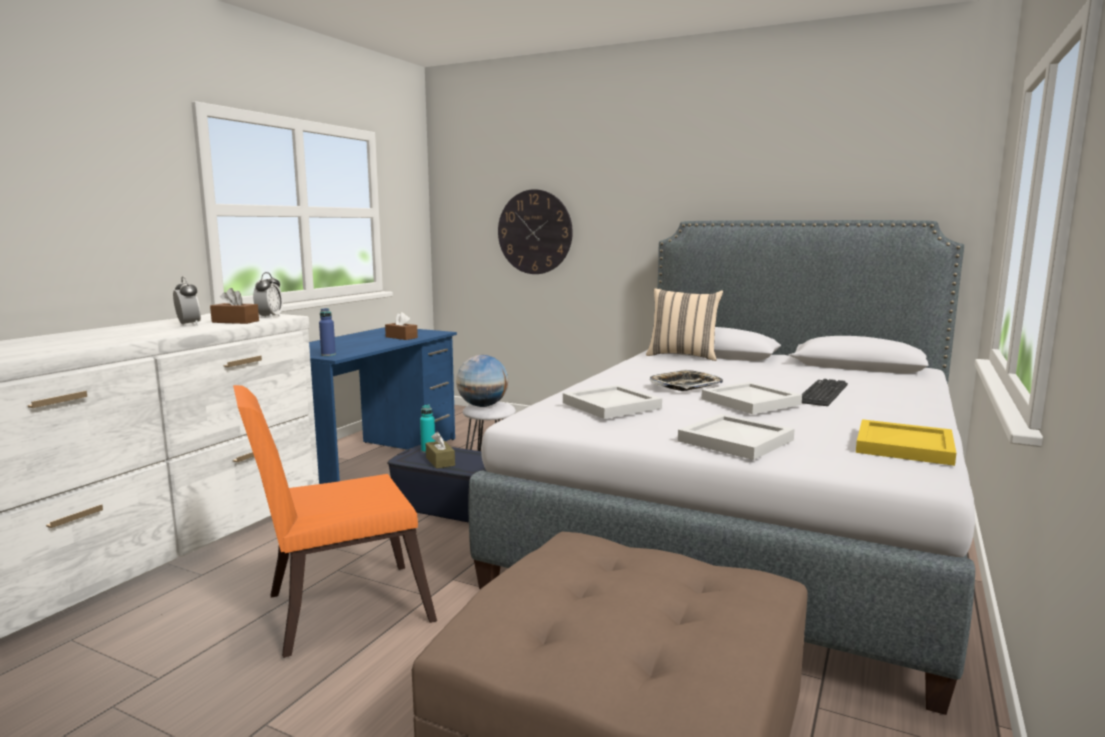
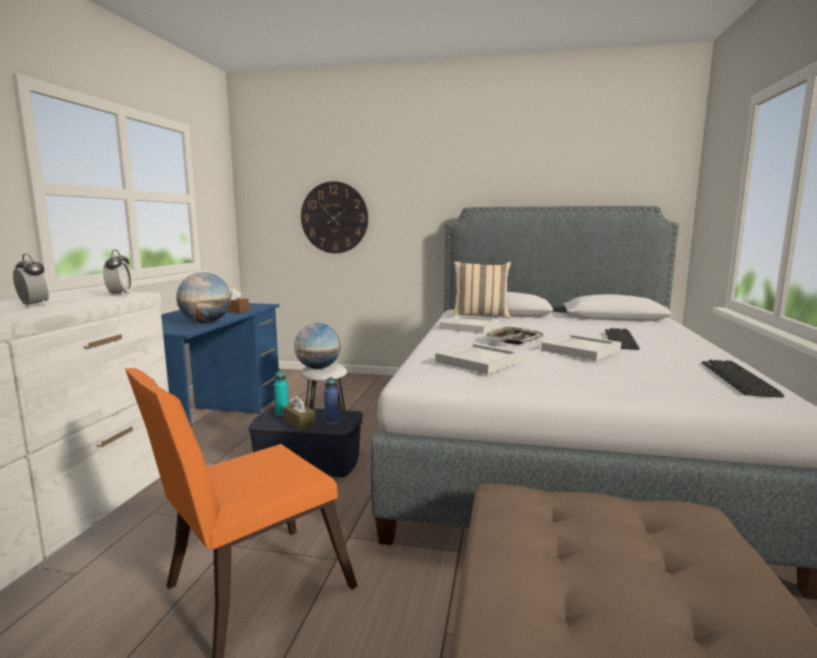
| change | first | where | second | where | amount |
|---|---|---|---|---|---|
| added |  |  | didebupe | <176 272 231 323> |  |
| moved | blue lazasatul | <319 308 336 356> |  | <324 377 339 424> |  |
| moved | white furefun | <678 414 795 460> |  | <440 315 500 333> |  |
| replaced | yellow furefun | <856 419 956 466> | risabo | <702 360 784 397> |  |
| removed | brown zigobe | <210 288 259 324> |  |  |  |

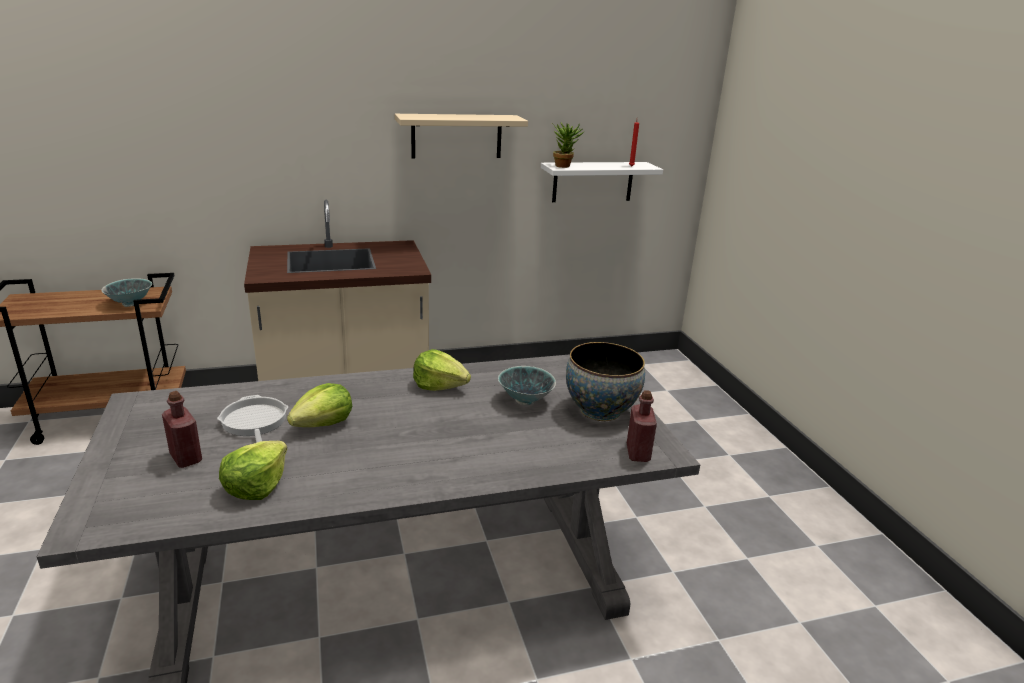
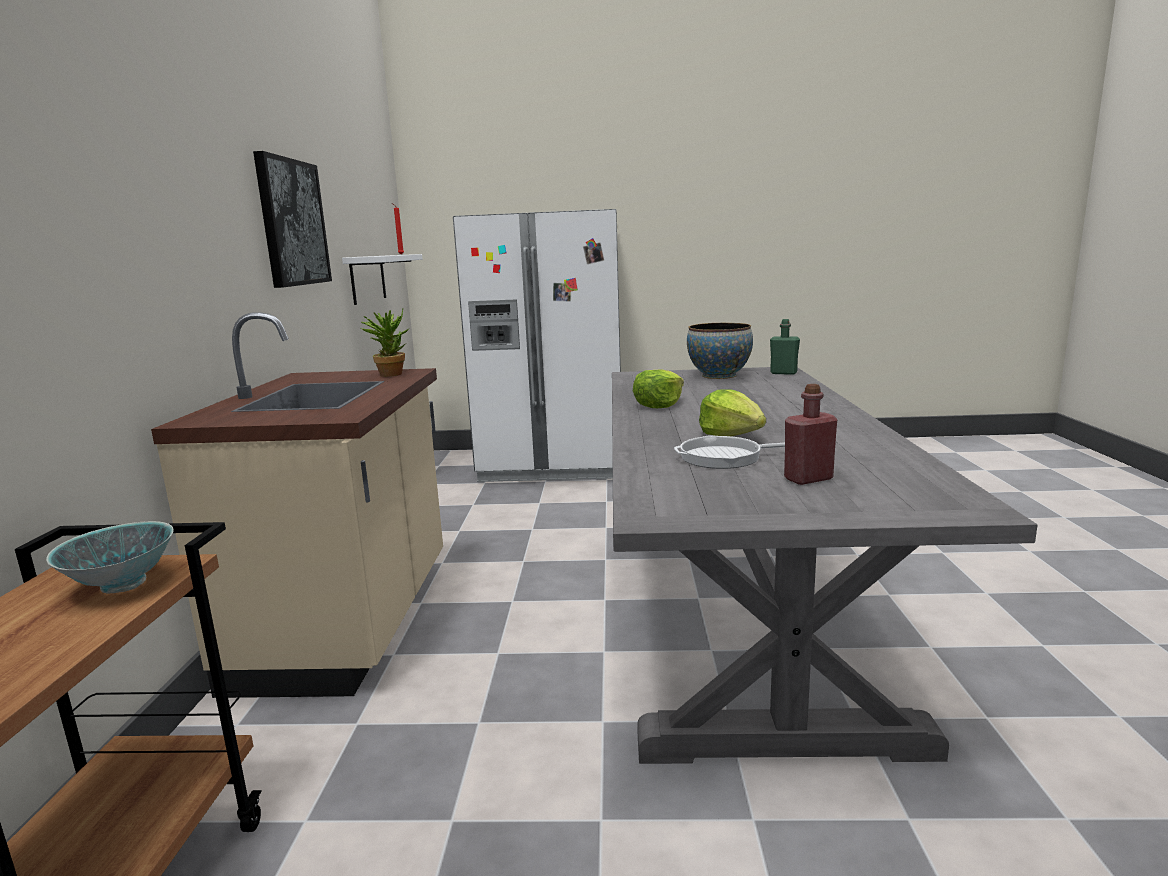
| change | first | where | second | where | amount |
|---|---|---|---|---|---|
| replaced | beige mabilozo | <395 114 528 158> | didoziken | <253 151 332 288> |  |
| moved | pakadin | <552 122 585 168> |  | <360 308 409 377> |  |
| added |  |  | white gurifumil | <453 209 621 482> |  |
| recoloured | red lazasatul | <627 390 657 462> | green lazasatul | <770 319 800 375> |  |
| removed | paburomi | <219 441 287 500> |  |  |  |
| removed | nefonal | <498 366 556 405> |  |  |  |

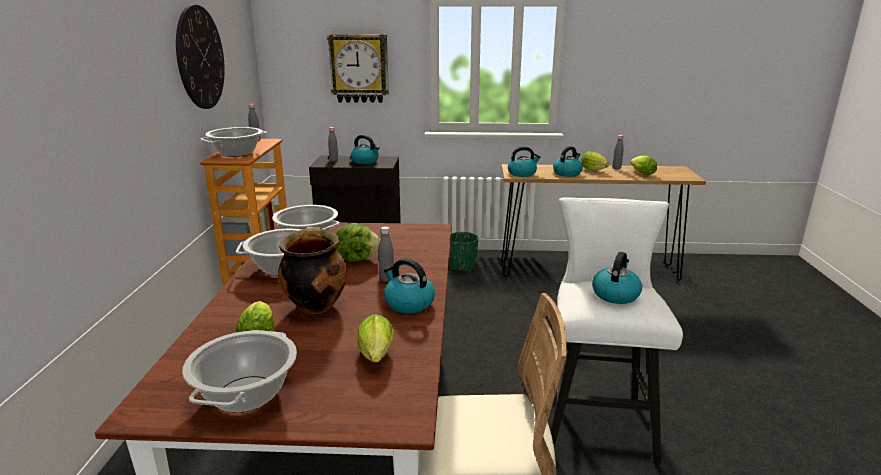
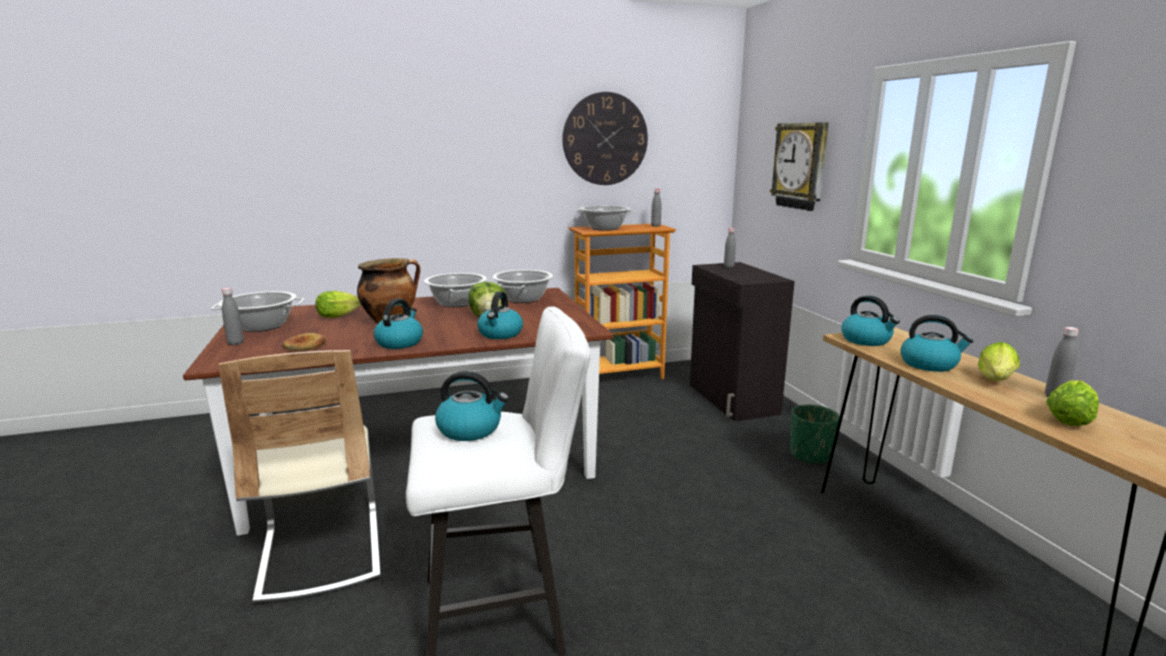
| change | first | where | second | where | amount |
|---|---|---|---|---|---|
| moved | grey lazasatul | <378 227 394 282> |  | <222 288 244 345> |  |
| replaced | paburomi | <358 314 394 362> | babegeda | <283 333 326 351> |  |
| moved | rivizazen | <351 135 380 164> |  | <477 291 523 339> |  |

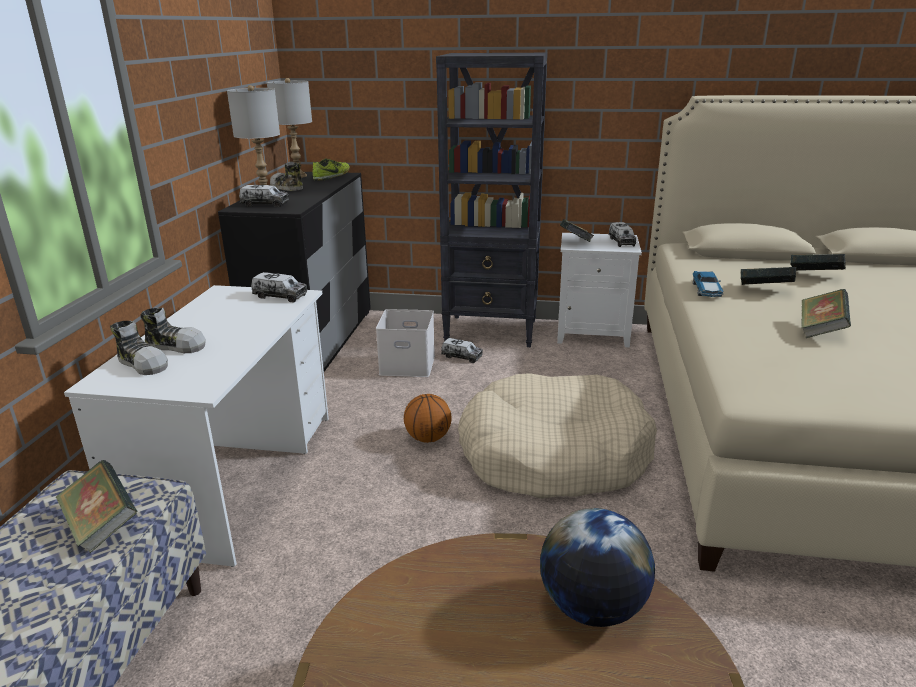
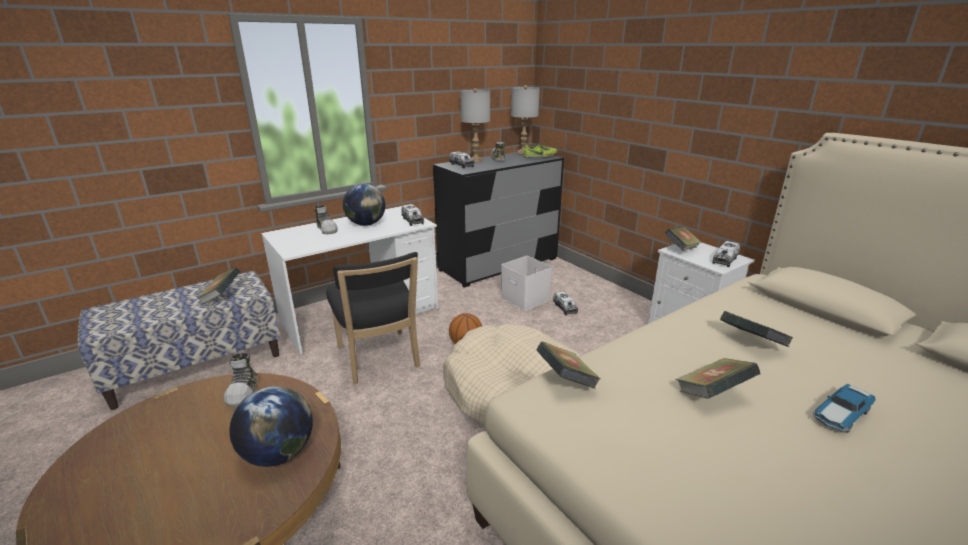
| change | first | where | second | where | amount |
|---|---|---|---|---|---|
| moved | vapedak | <110 321 168 375> |  | <224 353 258 408> |  |
| added |  |  | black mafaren | <326 252 420 384> |  |
| added |  |  | didebupe | <343 184 385 226> |  |
| moved | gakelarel | <790 254 846 271> |  | <536 342 600 389> |  |
| moved | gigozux | <693 271 724 297> |  | <813 384 876 433> |  |
| removed | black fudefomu | <436 53 547 347> |  |  |  |

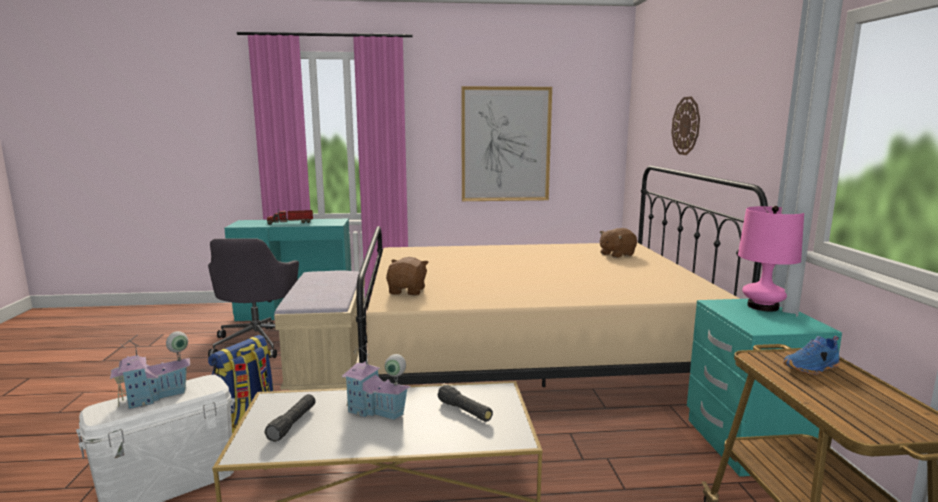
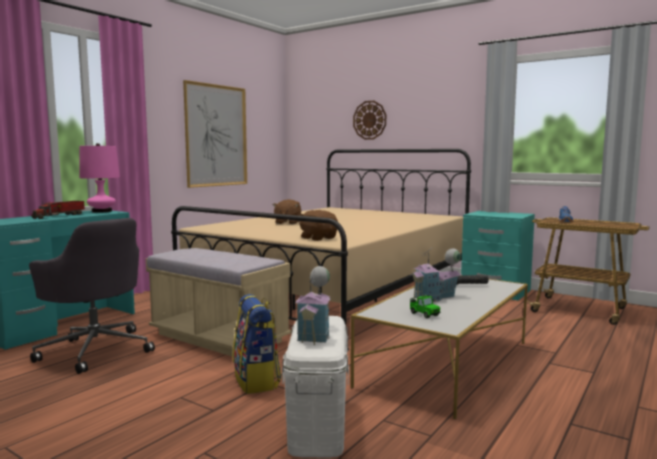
| change | first | where | second | where | amount |
|---|---|---|---|---|---|
| moved | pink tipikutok | <738 206 804 312> |  | <79 143 120 213> |  |
| moved | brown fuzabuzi | <600 228 637 258> |  | <273 199 301 224> |  |
| replaced | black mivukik | <264 394 316 442> | gigozux | <410 295 440 318> |  |

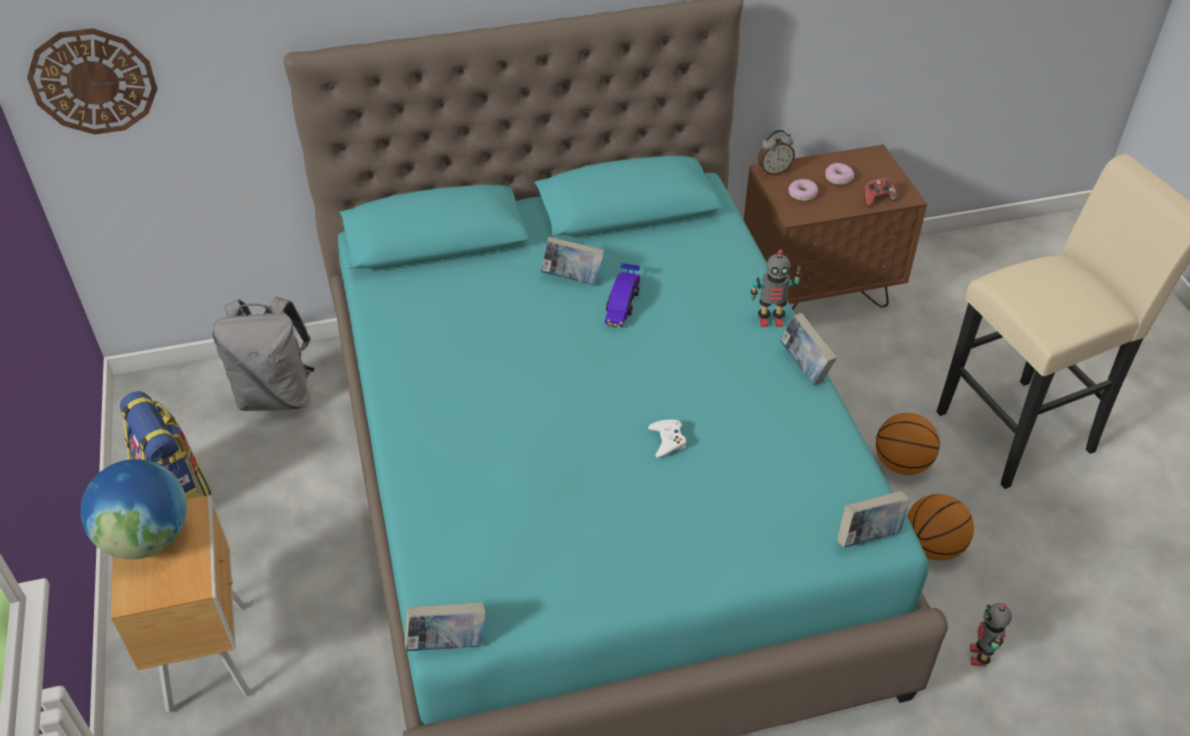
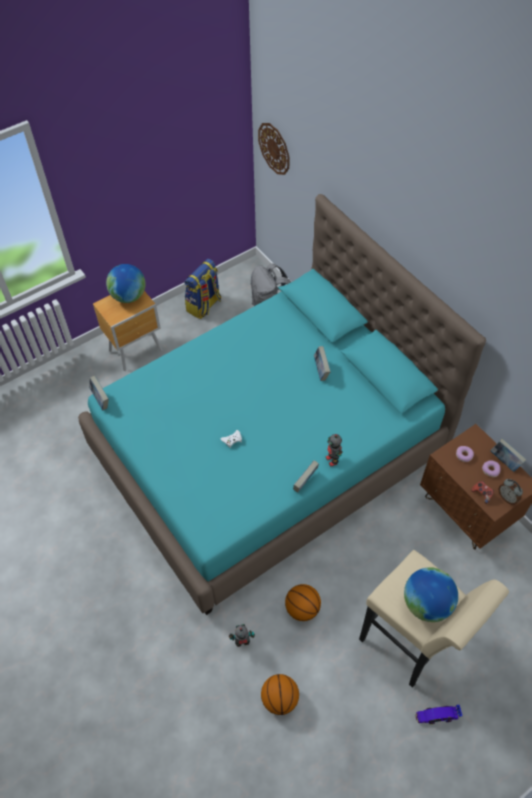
| change | first | where | second | where | amount |
|---|---|---|---|---|---|
| moved | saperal | <876 413 940 475> |  | <261 674 299 715> |  |
| added |  |  | didebupe | <404 567 458 622> |  |
| moved | gigozux | <605 263 640 328> |  | <415 705 462 724> |  |
| moved | gakelarel | <837 491 910 548> |  | <490 438 526 472> |  |
| moved | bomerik | <758 130 795 175> |  | <499 479 523 505> |  |

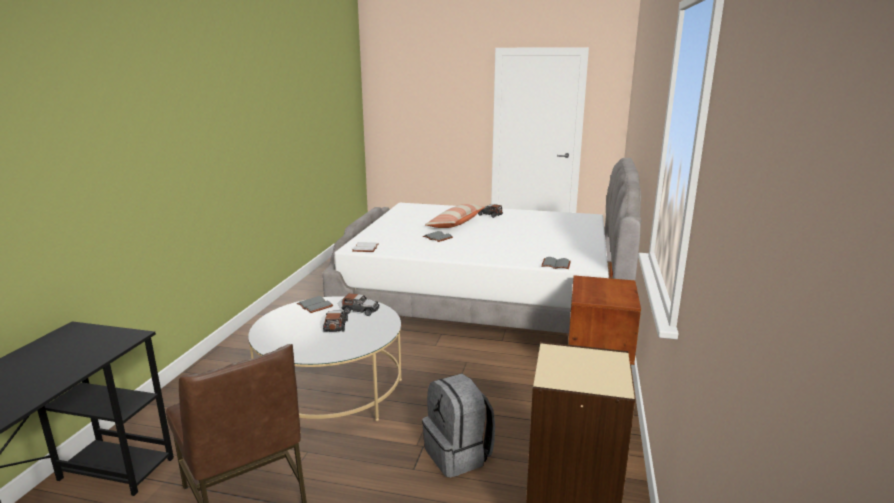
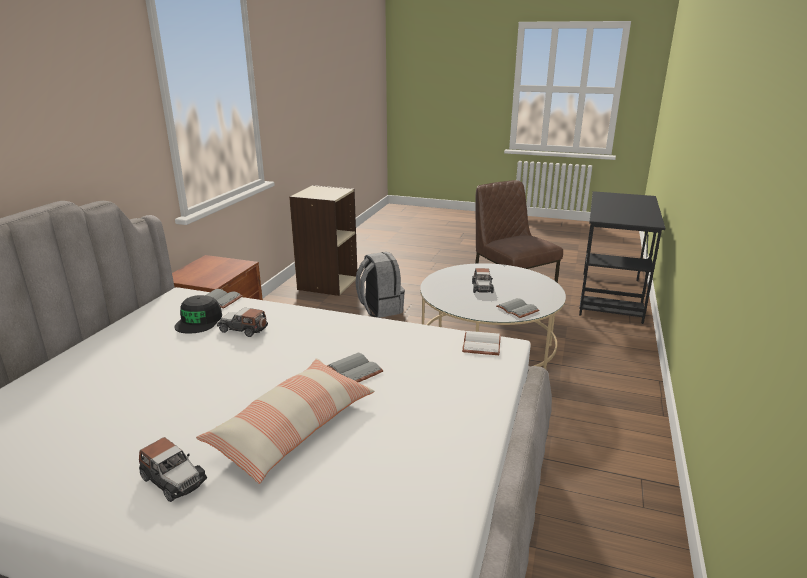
| change | first | where | second | where | amount |
|---|---|---|---|---|---|
| added |  |  | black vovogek | <174 295 222 334> |  |
| moved | gigozux | <342 293 380 316> |  | <217 308 268 337> |  |

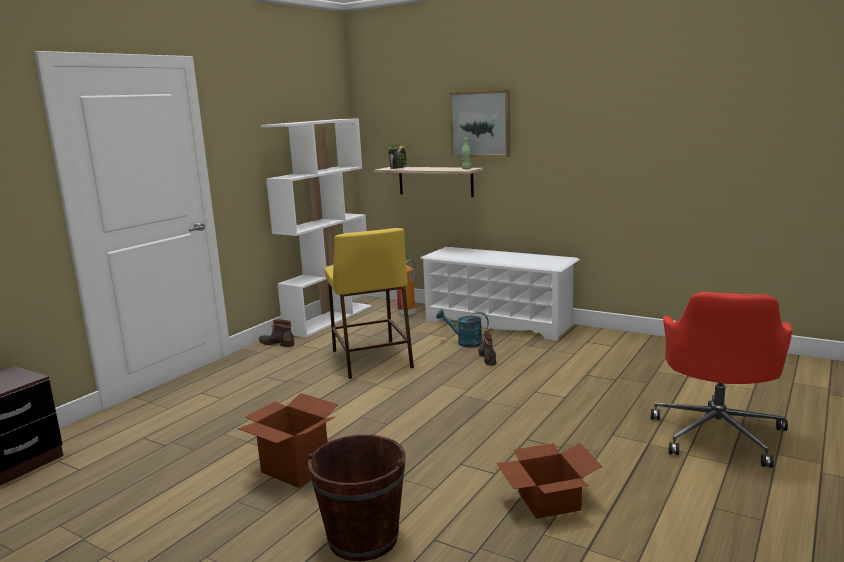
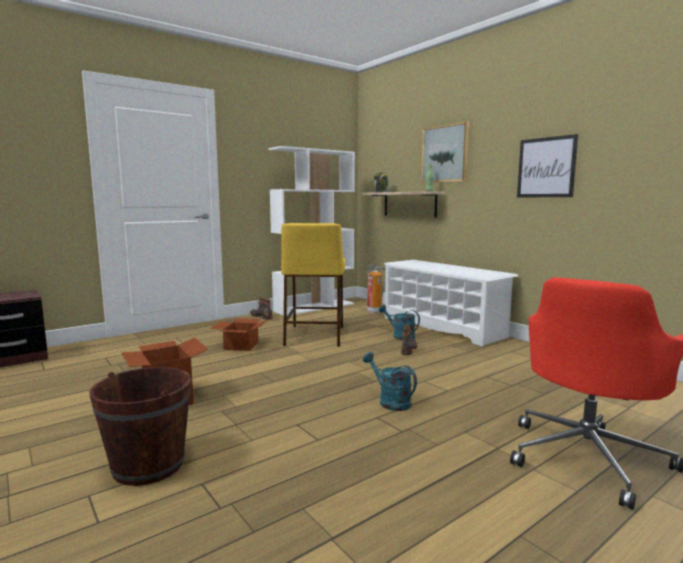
| change | first | where | second | where | amount |
|---|---|---|---|---|---|
| moved | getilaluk | <496 443 603 519> |  | <210 318 269 351> |  |
| added |  |  | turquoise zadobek | <363 352 417 411> |  |
| added |  |  | didoziken | <517 134 578 197> |  |

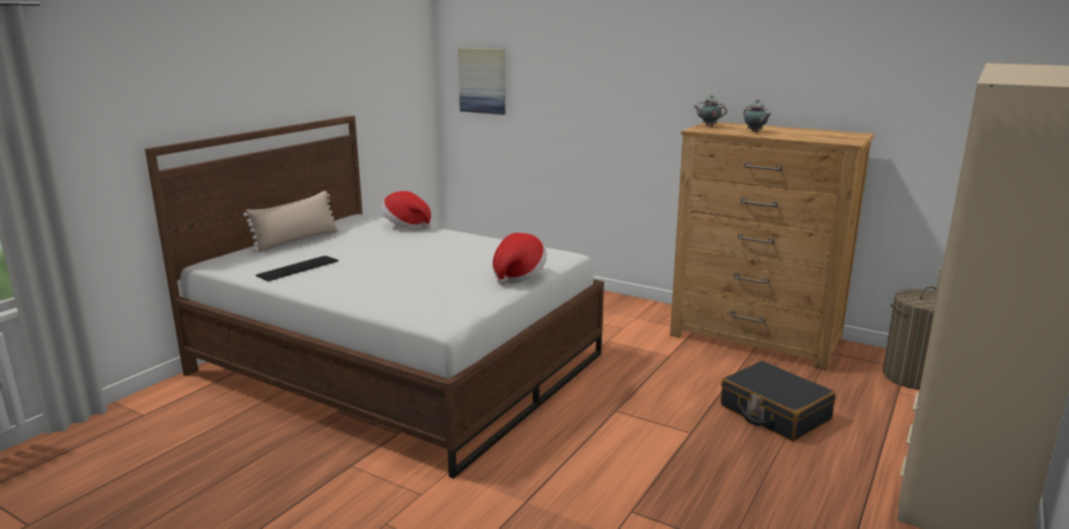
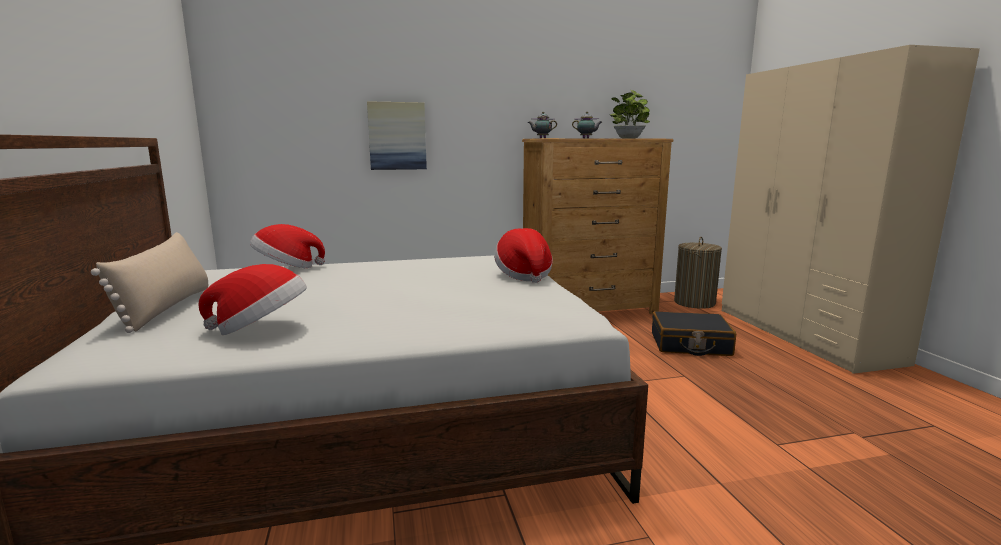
| change | first | where | second | where | amount |
|---|---|---|---|---|---|
| replaced | risabo | <256 256 338 281> | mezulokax | <198 264 307 335> |  |
| moved | didoziken | <458 48 505 115> |  | <367 101 427 170> |  |
| added |  |  | pakadin | <610 90 650 139> |  |

